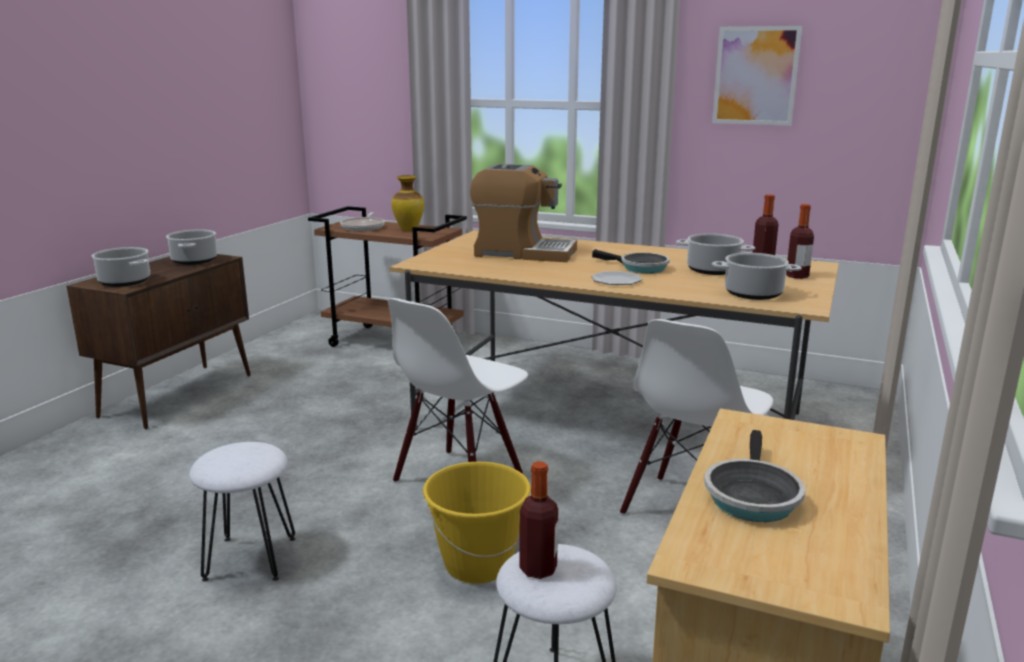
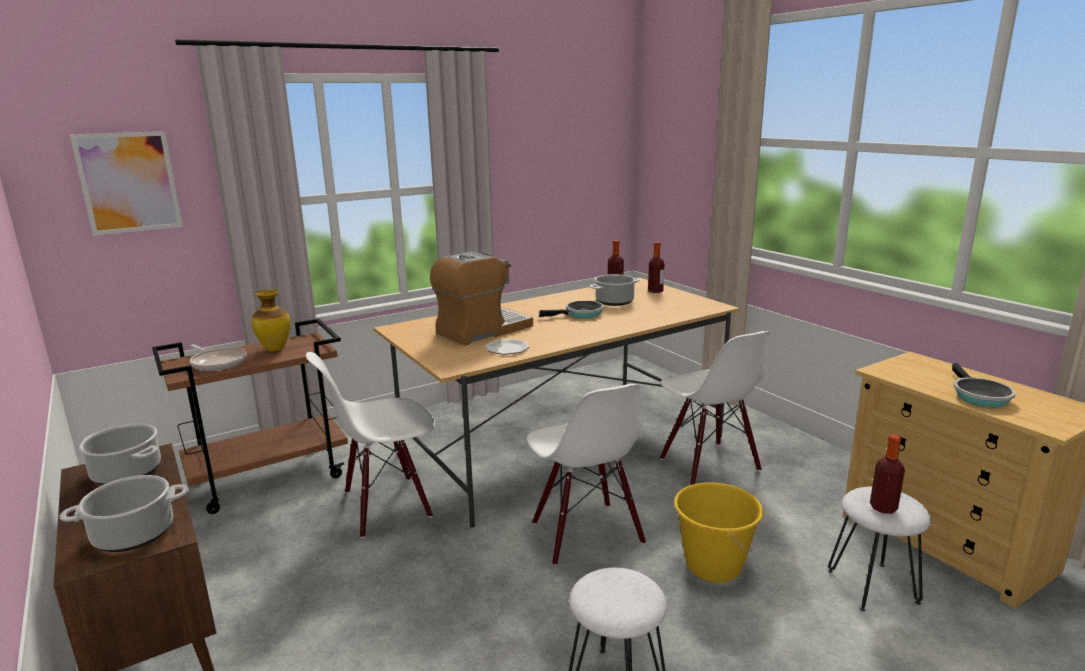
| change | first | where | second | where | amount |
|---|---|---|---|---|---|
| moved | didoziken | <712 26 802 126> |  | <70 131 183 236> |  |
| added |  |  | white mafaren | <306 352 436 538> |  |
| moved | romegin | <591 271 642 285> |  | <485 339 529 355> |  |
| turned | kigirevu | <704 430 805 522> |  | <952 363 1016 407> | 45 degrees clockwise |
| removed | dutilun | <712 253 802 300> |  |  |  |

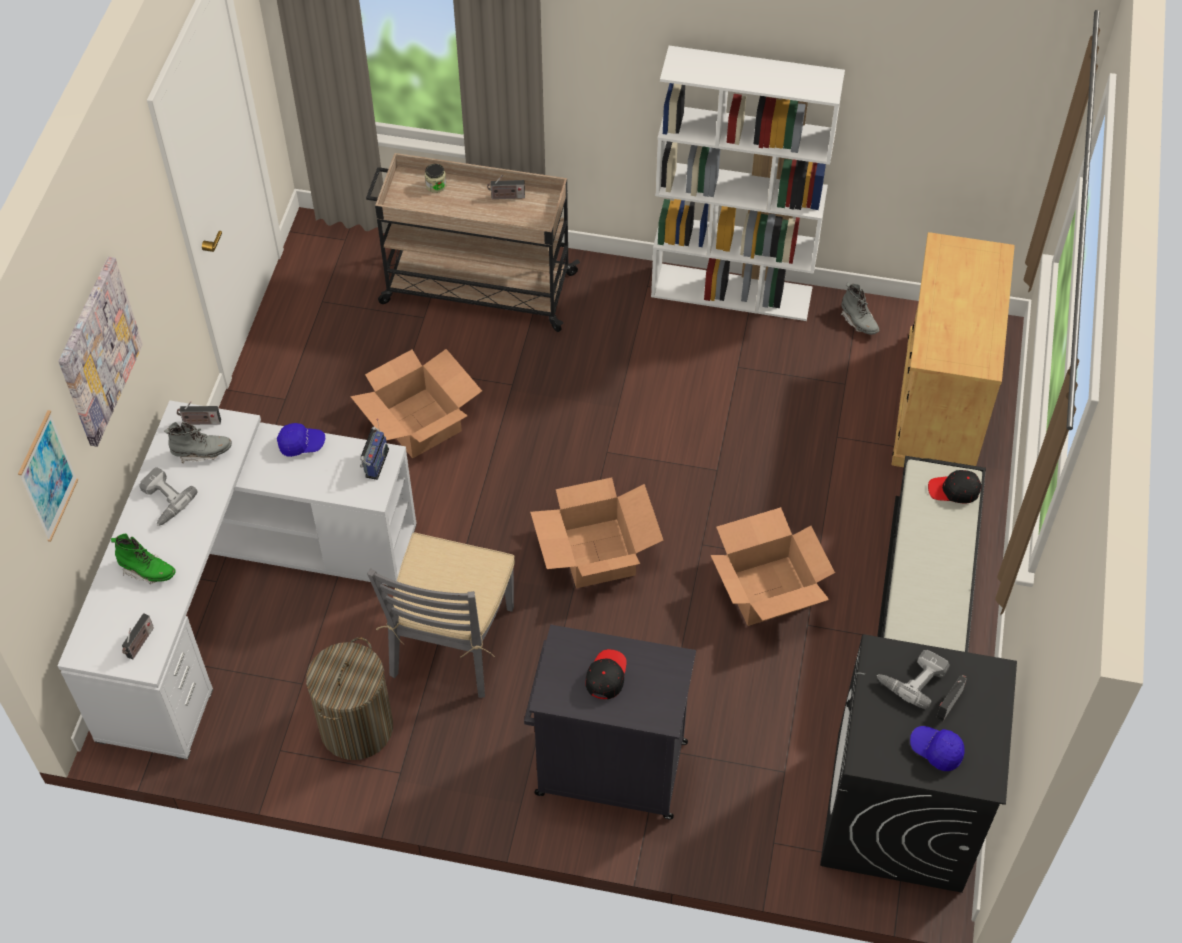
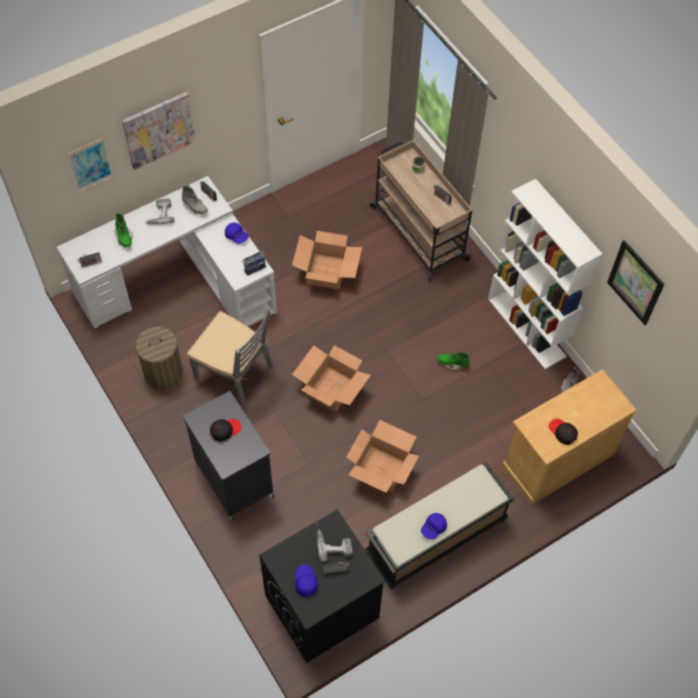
| change | first | where | second | where | amount |
|---|---|---|---|---|---|
| turned | grey mafaren | <367 532 515 698> |  | <187 308 273 406> | 120 degrees counterclockwise |
| added |  |  | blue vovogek | <421 513 447 540> |  |
| added |  |  | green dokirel | <437 352 471 370> |  |
| moved | black vovogek | <928 470 981 504> |  | <549 419 578 445> |  |
| added |  |  | didoziken | <607 240 665 325> |  |

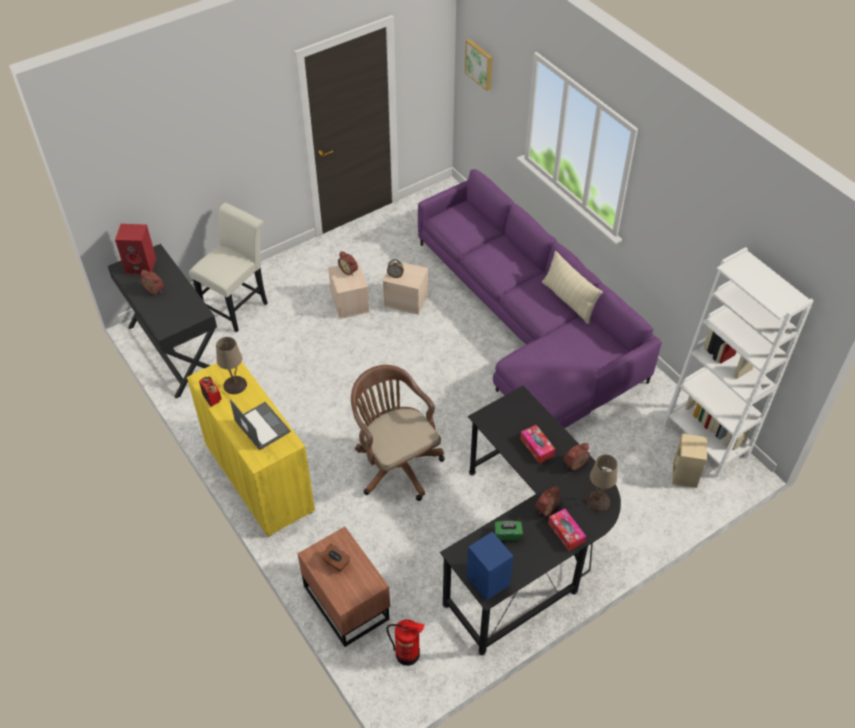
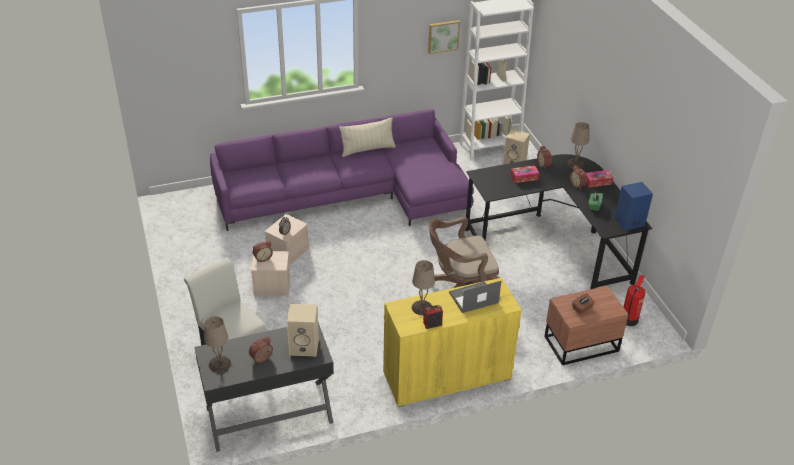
| change | first | where | second | where | amount |
|---|---|---|---|---|---|
| replaced | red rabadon | <115 224 156 274> | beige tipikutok | <204 316 231 373> |  |
| added |  |  | beige rabadon | <287 304 319 356> |  |
| moved | didoziken | <465 39 492 91> |  | <428 20 460 54> |  |

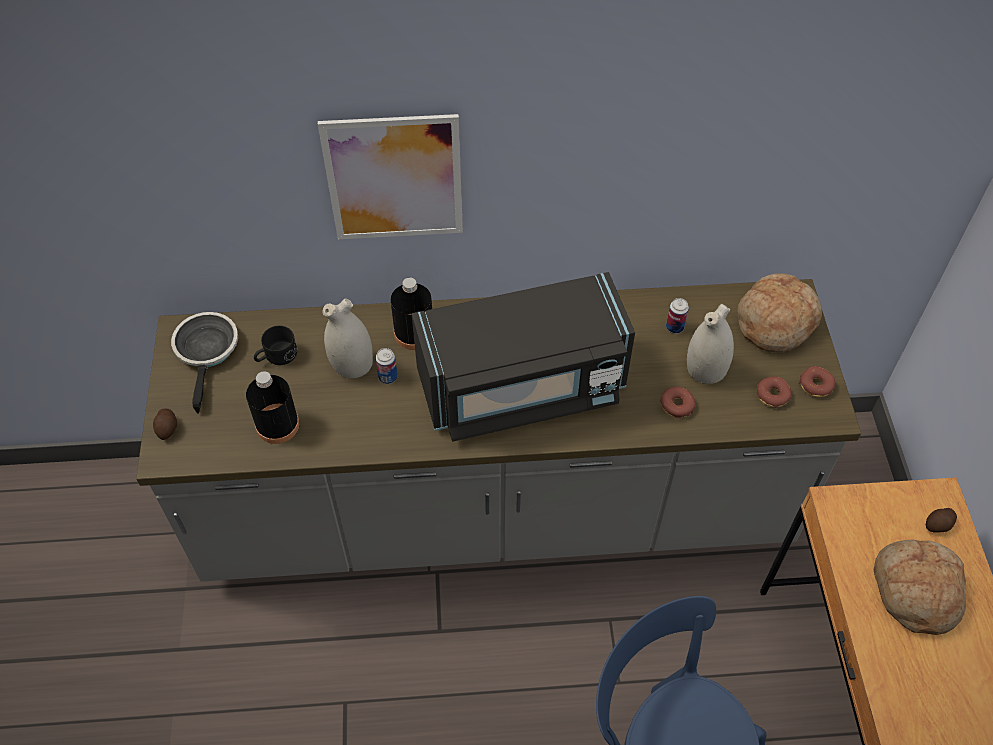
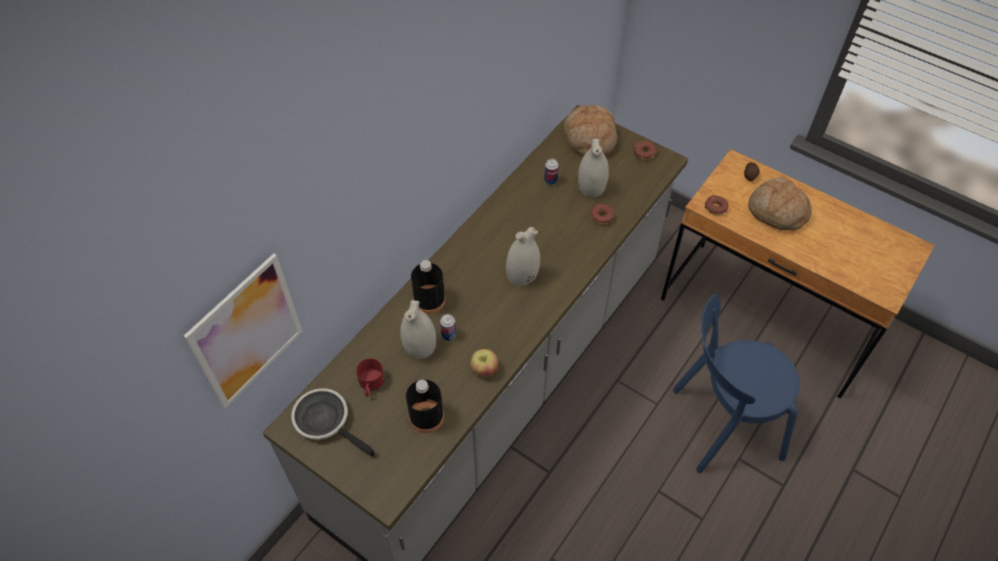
| change | first | where | second | where | amount |
|---|---|---|---|---|---|
| moved | didoziken | <318 114 463 239> |  | <184 253 303 409> |  |
| recoloured | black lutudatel | <254 325 297 365> | red lutudatel | <356 358 385 396> |  |
| added |  |  | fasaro | <471 349 499 377> |  |
| replaced | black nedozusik | <412 272 635 442> | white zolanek | <506 227 540 286> |  |
| moved | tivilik | <757 376 792 408> |  | <705 195 728 215> |  |
| removed | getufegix | <153 408 177 440> |  |  |  |

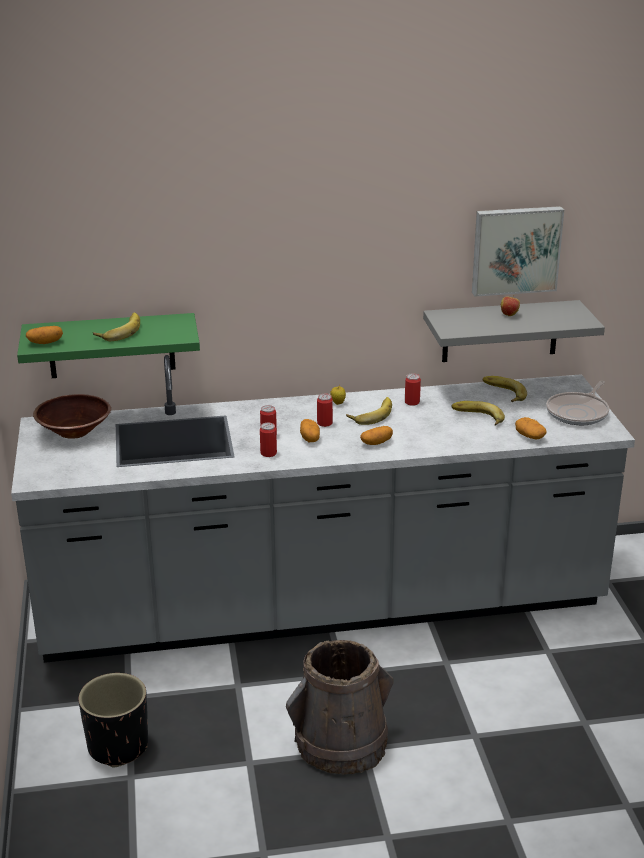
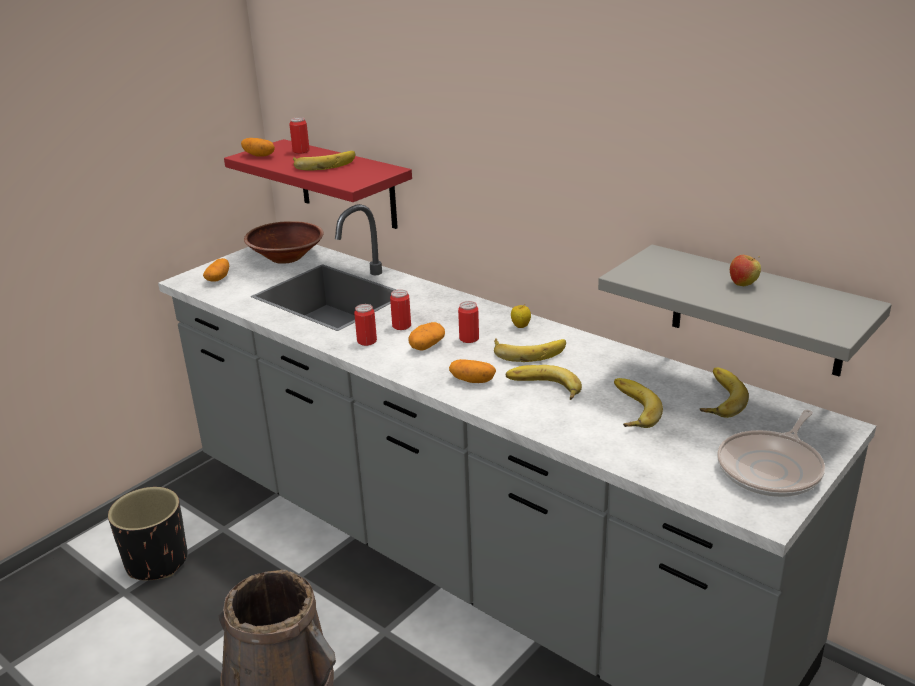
| change | first | where | second | where | amount |
|---|---|---|---|---|---|
| moved | getufegix | <515 417 547 439> |  | <203 258 229 282> |  |
| recoloured | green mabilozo | <17 313 200 378> | red mabilozo | <224 139 412 229> |  |
| moved | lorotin | <405 373 421 406> |  | <289 117 310 154> |  |
| added |  |  | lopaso | <506 365 582 400> |  |
| turned | kigirevu | <546 381 609 425> |  | <717 409 825 497> | 45 degrees counterclockwise |
| removed | didoziken | <472 206 564 297> |  |  |  |

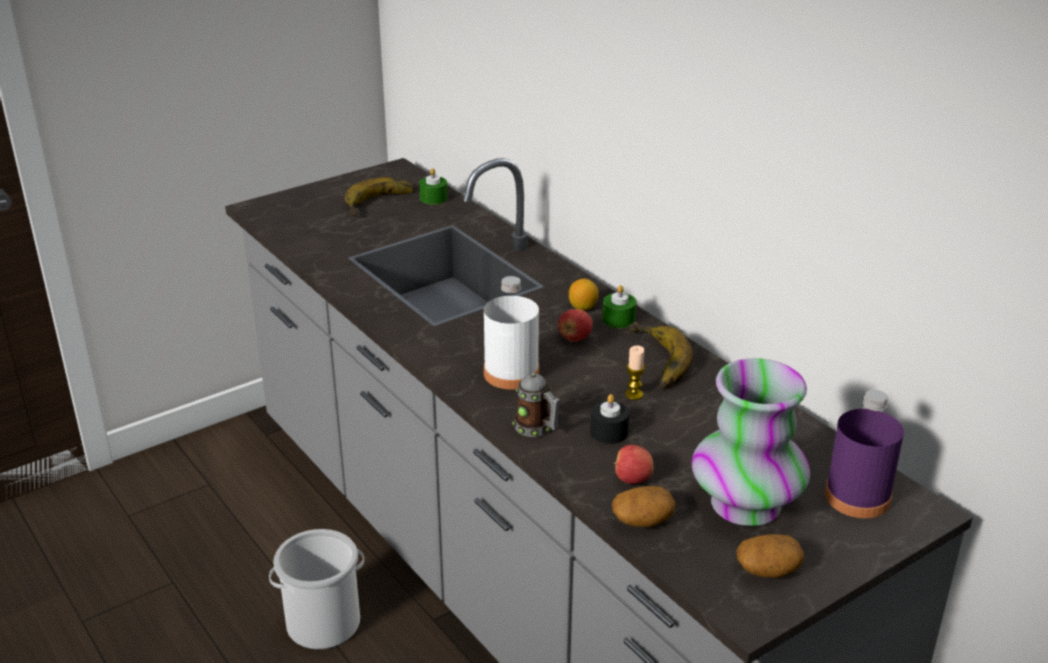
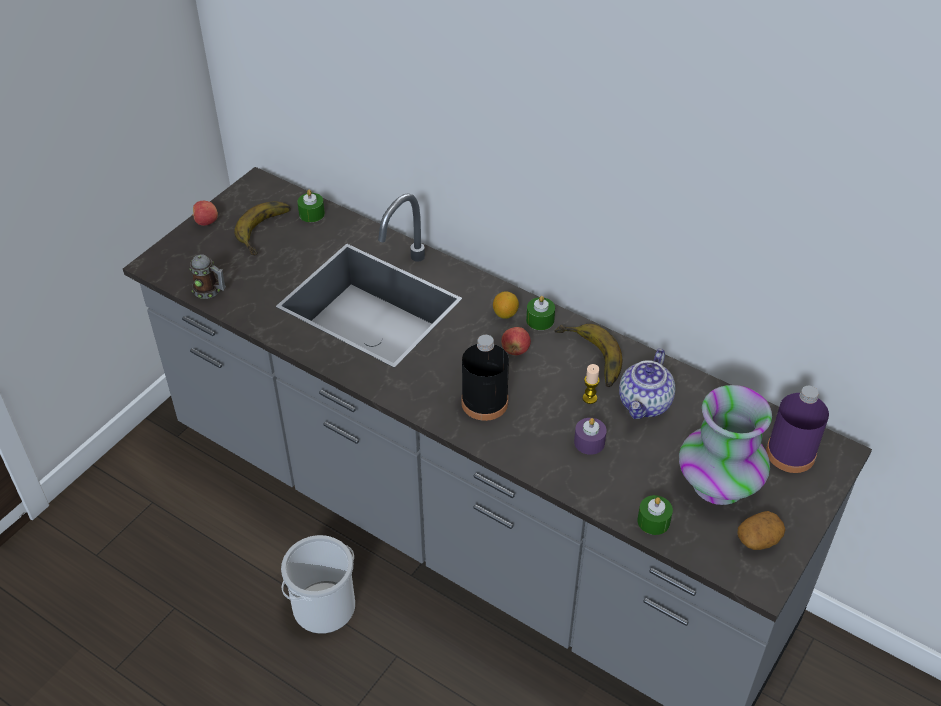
| change | first | where | second | where | amount |
|---|---|---|---|---|---|
| moved | lutudatel | <512 373 560 437> |  | <189 254 226 299> |  |
| moved | fasaro | <614 445 653 484> |  | <192 201 218 226> |  |
| recoloured | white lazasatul | <484 276 539 389> | black lazasatul | <461 335 509 421> |  |
| recoloured | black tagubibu | <590 394 629 444> | purple tagubibu | <574 418 607 455> |  |
| added |  |  | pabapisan | <619 348 675 419> |  |
| replaced | getufegix | <612 486 675 527> | green tagubibu | <637 495 673 535> |  |

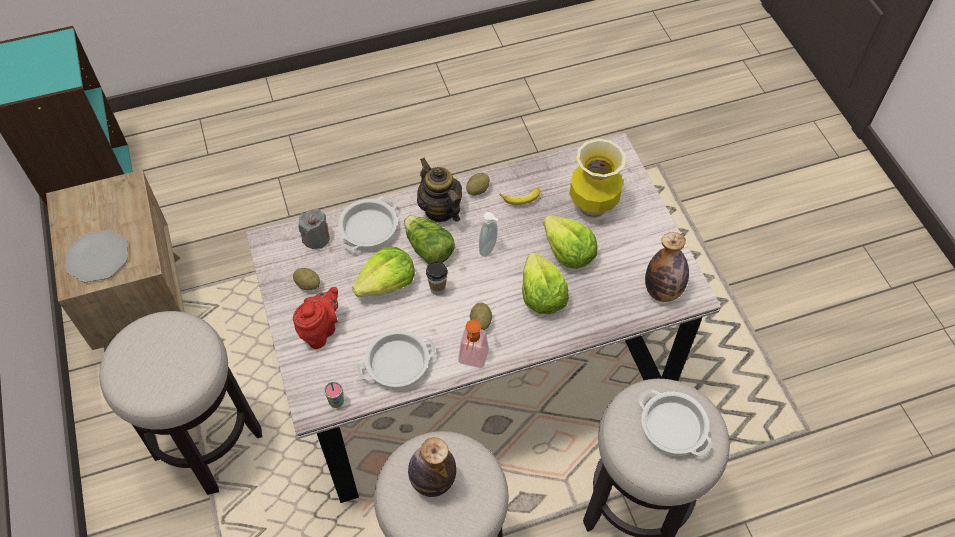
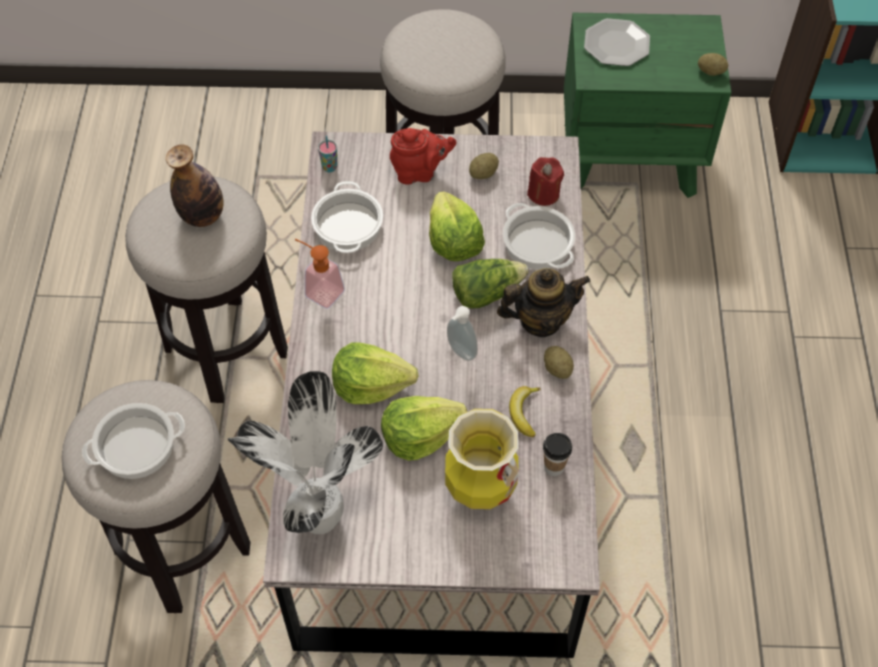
| change | first | where | second | where | amount |
|---|---|---|---|---|---|
| replaced | lazasatul | <645 232 689 302> | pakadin | <228 371 383 534> |  |
| turned | red pabapisan | <293 287 338 349> |  | <390 128 456 185> | 60 degrees counterclockwise |
| recoloured | grey tagubibu | <298 208 330 249> | red tagubibu | <527 157 564 206> |  |
| moved | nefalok | <426 261 448 295> |  | <543 433 572 476> |  |
| recoloured | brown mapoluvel | <46 170 185 352> | green mapoluvel | <564 13 731 198> |  |
| moved | getufegix | <470 302 492 330> |  | <698 53 728 76> |  |

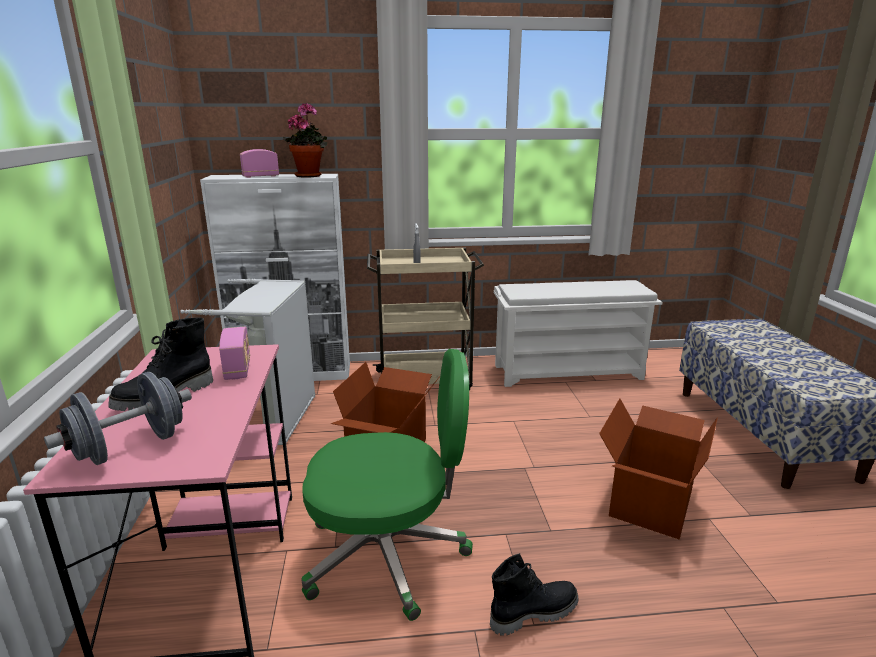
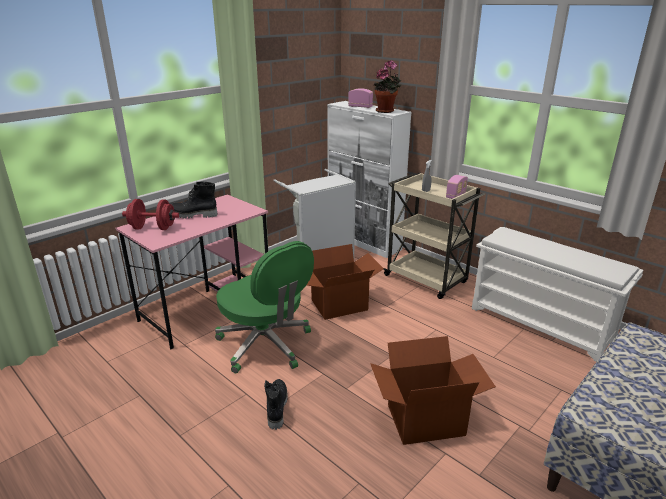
| change | first | where | second | where | amount |
|---|---|---|---|---|---|
| recoloured | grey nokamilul | <44 372 192 465> | red nokamilul | <122 199 179 230> |  |
| turned | black dokirel | <490 553 579 636> |  | <264 379 288 430> | 120 degrees counterclockwise |
| moved | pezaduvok | <219 327 250 380> |  | <446 175 468 199> |  |

